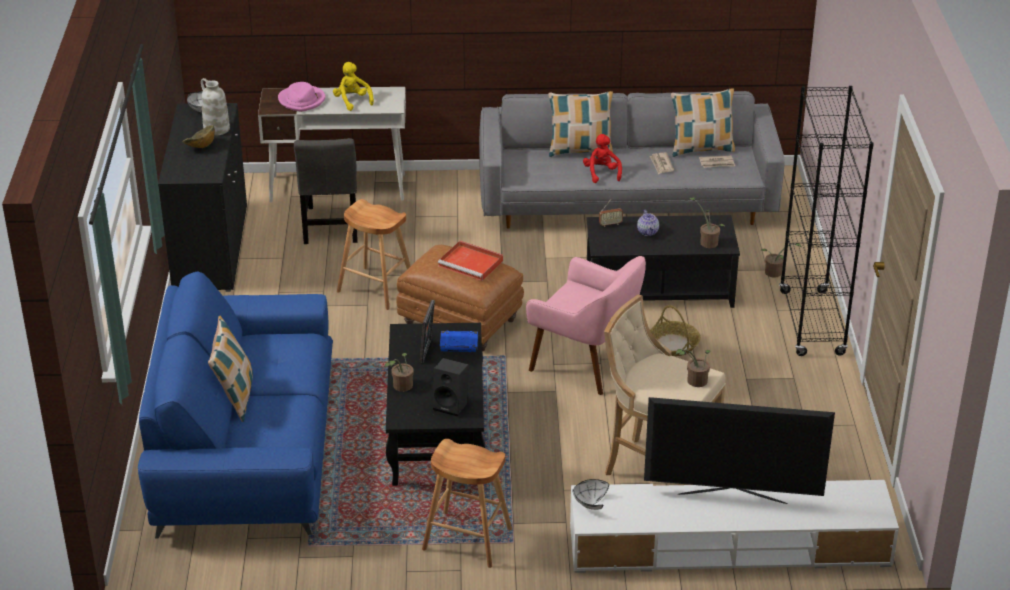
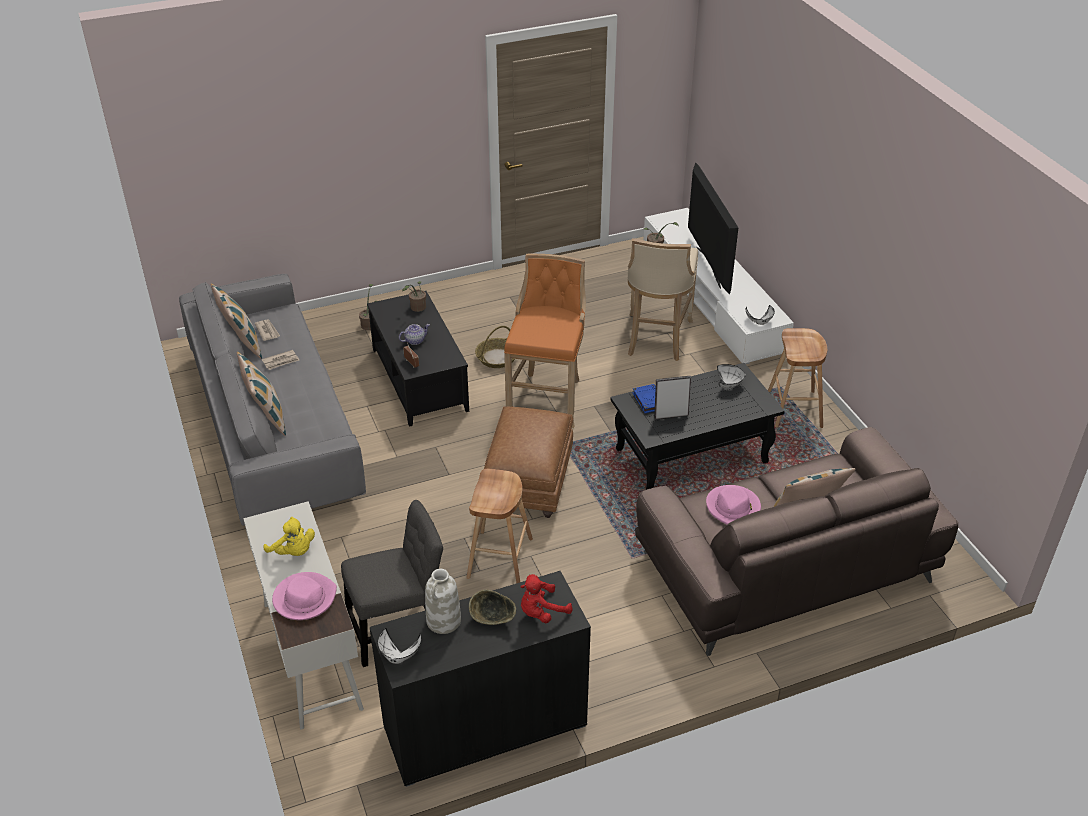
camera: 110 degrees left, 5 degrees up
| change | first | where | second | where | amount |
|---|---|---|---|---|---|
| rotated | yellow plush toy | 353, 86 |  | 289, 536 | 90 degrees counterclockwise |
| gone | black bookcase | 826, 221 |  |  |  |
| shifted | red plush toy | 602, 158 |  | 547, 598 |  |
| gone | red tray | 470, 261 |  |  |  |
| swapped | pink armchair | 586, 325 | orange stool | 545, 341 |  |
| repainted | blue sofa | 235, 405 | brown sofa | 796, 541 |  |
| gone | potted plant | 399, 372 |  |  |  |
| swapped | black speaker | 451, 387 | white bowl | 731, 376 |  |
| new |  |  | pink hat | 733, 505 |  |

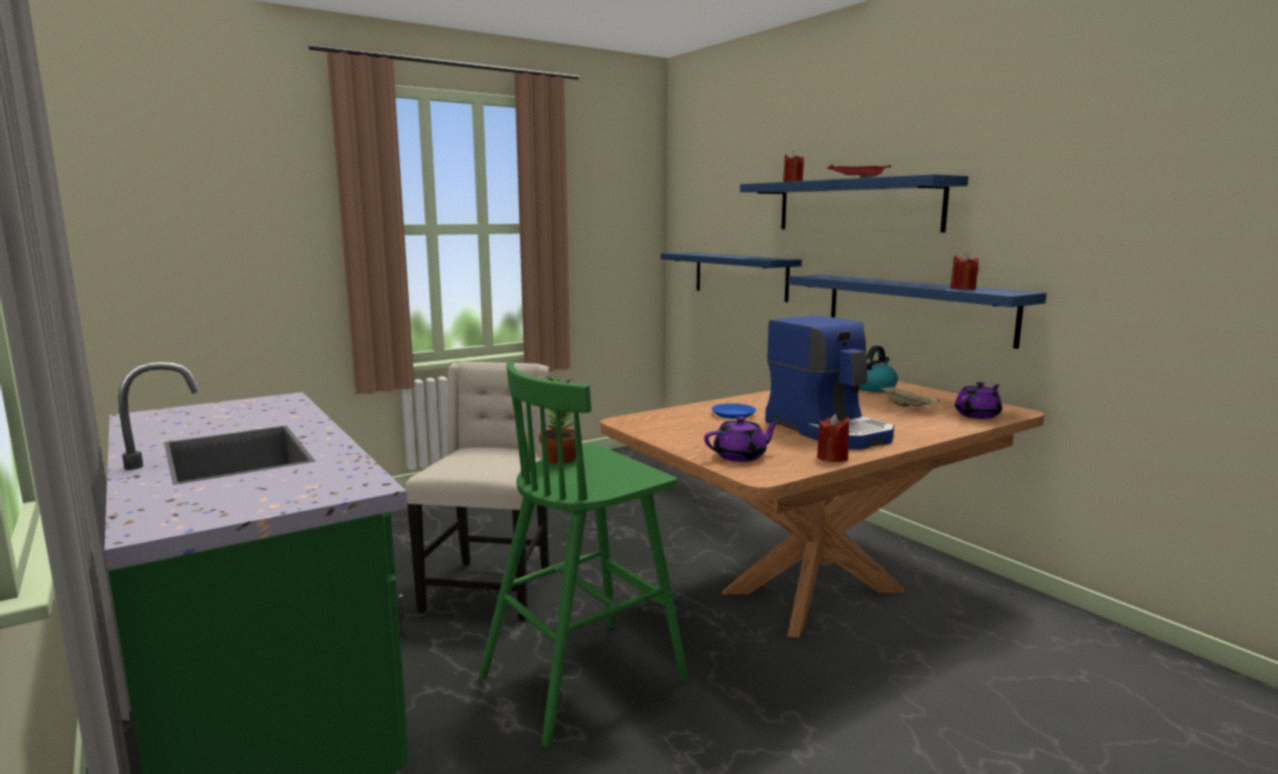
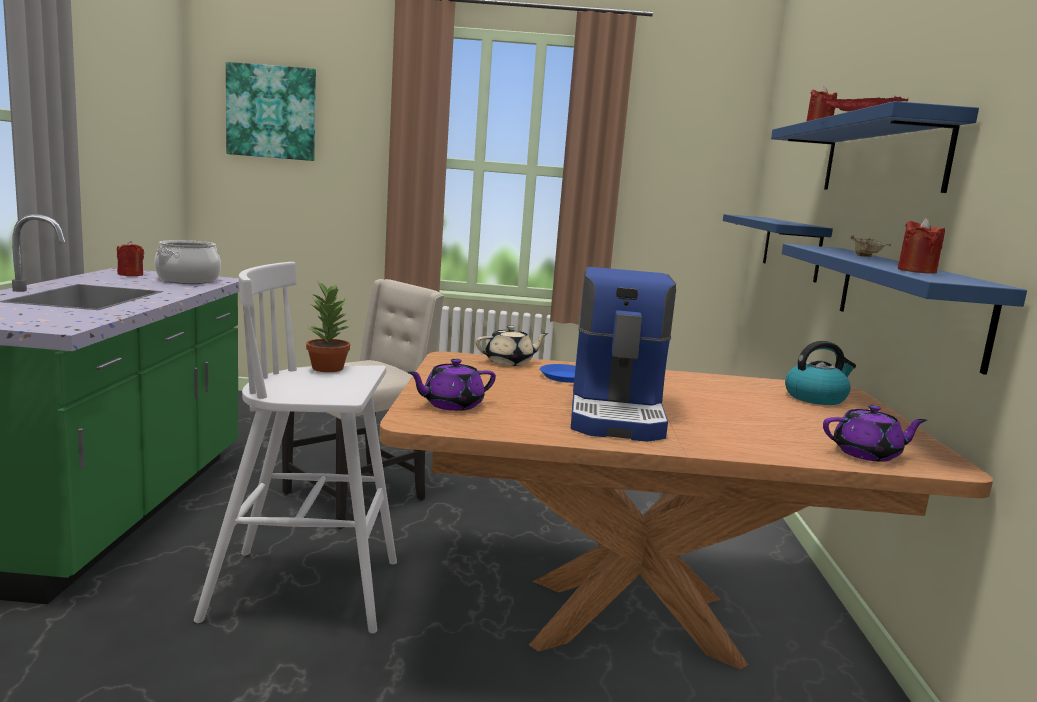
camera: 35 degrees right, 0 degrees up
| change | first | where | second | where | amount |
|---|---|---|---|---|---|
| repainted | green stool | 584, 554 | white stool | 295, 447 |  |
| shifted | beige tray | 910, 396 |  | 871, 246 |  |
| shifted | red candle | 833, 438 |  | 130, 258 |  |
| rotated | purple teapot | 742, 439 |  | 451, 385 | 135 degrees clockwise |
| new |  |  | picture | 271, 111 |  |
| new |  |  | cooking pot | 187, 262 |  |
| new |  |  | beige teapot | 512, 345 |  |

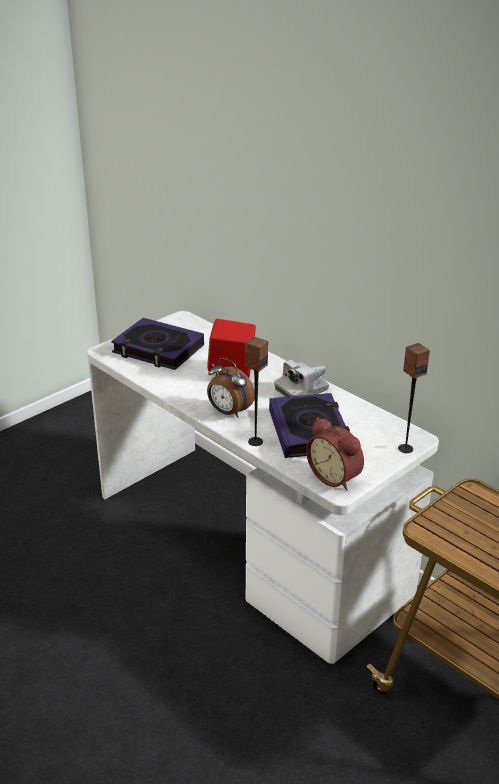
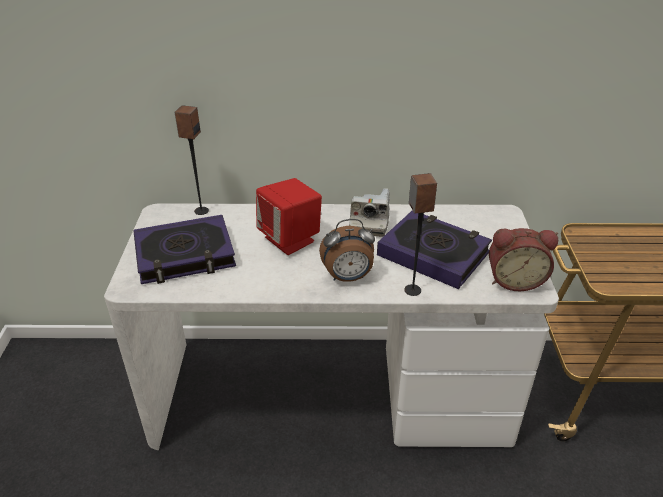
camera: 45 degrees left, 5 degrees up
| change | first | where | second | where | amount |
|---|---|---|---|---|---|
| shifted | speaker | 414, 398 |  | 191, 160 |  |

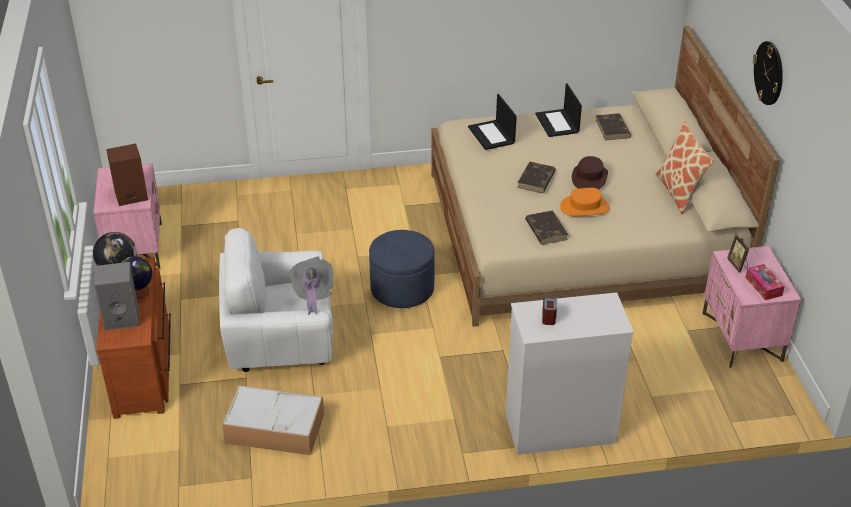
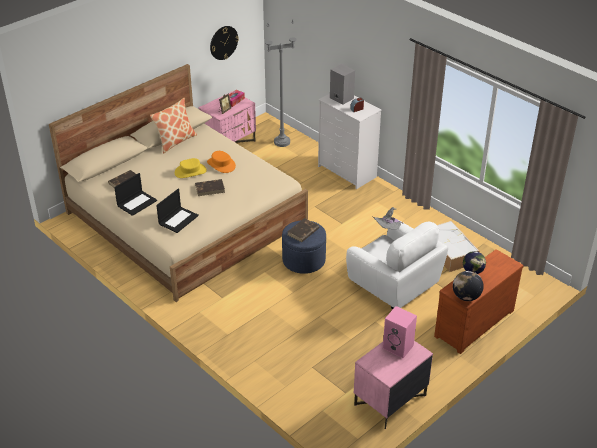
camera: 125 degrees left, 0 degrees up
| change | first | where | second | where | amount |
|---|---|---|---|---|---|
| shifted | wall clock | 768, 73 |  | 224, 43 |  |
| repainted | brown speaker | 127, 175 | pink speaker | 400, 332 |  |
| repainted | brown hat | 590, 173 | yellow hat | 191, 168 |  |
| shifted | brown book | 546, 227 |  | 303, 230 |  |
| shifted | grey speaker | 116, 296 |  | 342, 84 |  |
| new |  |  | grey floor lamp | 281, 83 |  |

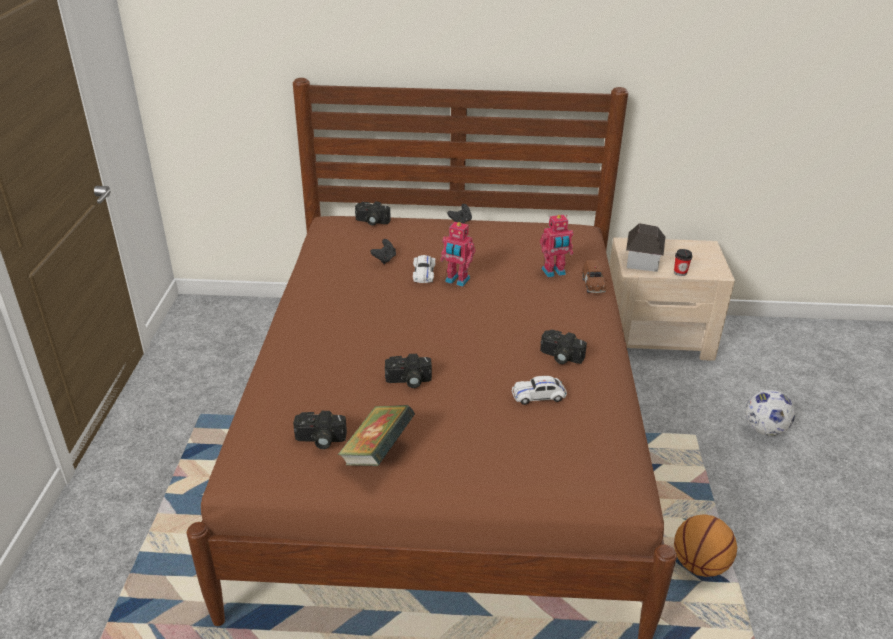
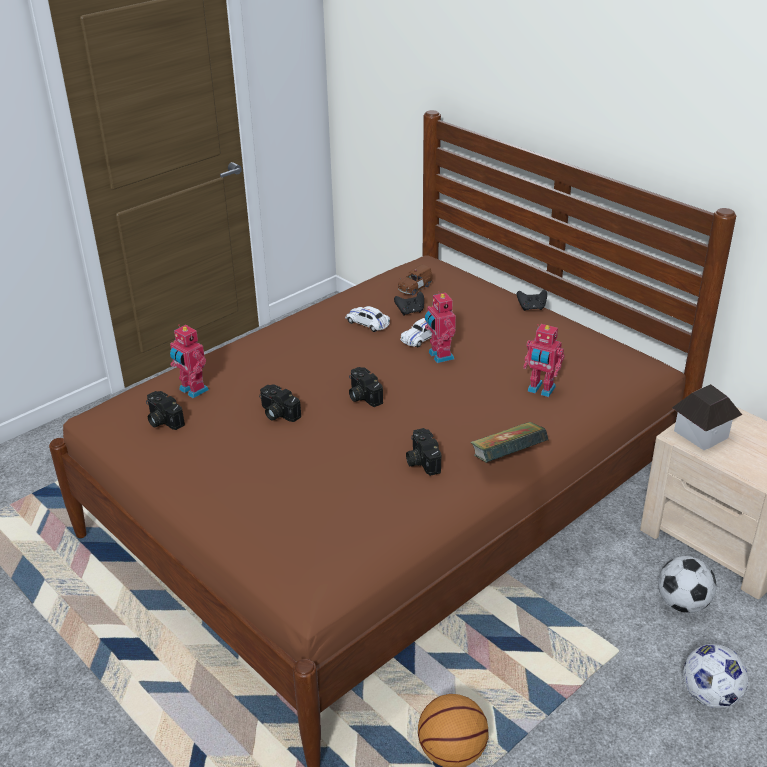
camera: 45 degrees right, 0 degrees up
| change | first | where | second | where | amount |
|---|---|---|---|---|---|
| shifted | photo camera | 373, 213 |  | 366, 387 |  |
| gone | cup | 683, 262 |  |  |  |
| shifted | brown toy car | 594, 277 |  | 415, 280 |  |
| shifted | white toy car | 539, 390 |  | 367, 319 |  |
| shifted | book | 376, 435 |  | 509, 442 |  |
| new |  |  | toy robot | 189, 361 |  |
| new |  |  | football | 687, 584 |  |

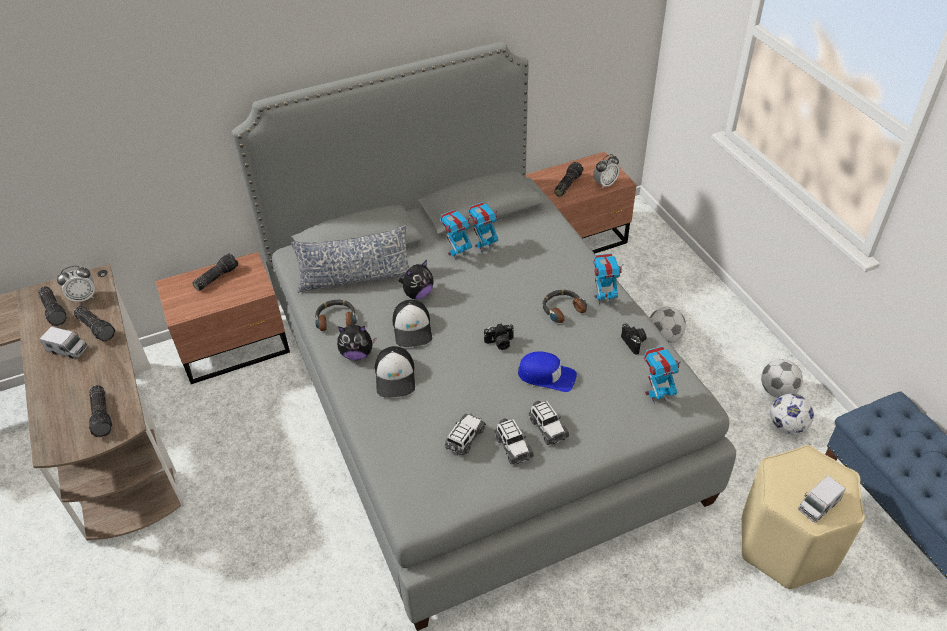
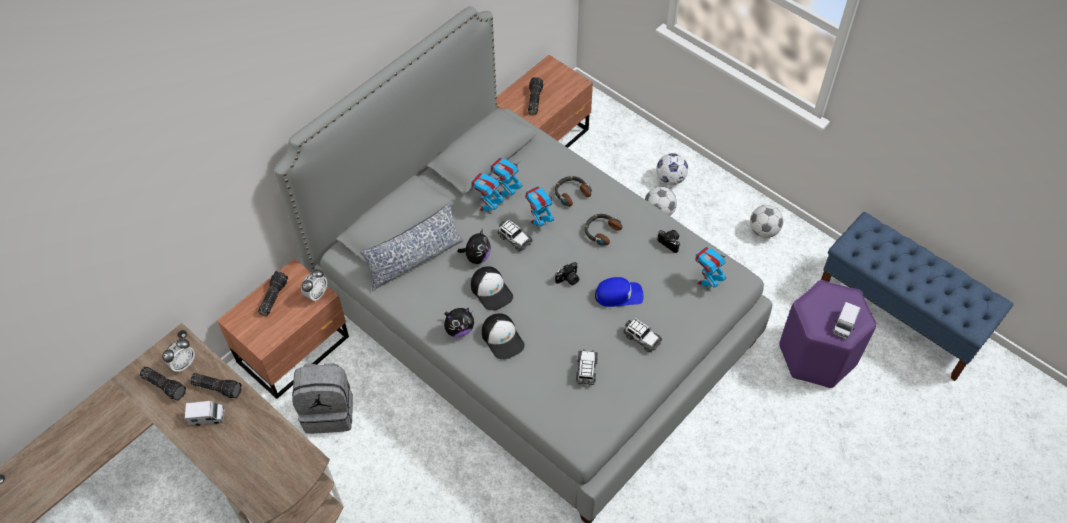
camera: 25 degrees left, 10 degrees up
| change | first | where | second | where | amount |
|---|---|---|---|---|---|
| shifted | alarm clock | 606, 171 |  | 314, 285 |  |
| shifted | toy robot | 608, 279 |  | 539, 207 |  |
| shifted | headphones | 336, 315 |  | 573, 191 |  |
| gone | flashlight | 100, 411 |  |  |  |
| shifted | football | 792, 414 |  | 672, 169 |  |
| shifted | toy car | 514, 441 |  | 515, 235 |  |
| repainted | beige stool | 803, 517 | purple stool | 828, 334 |  |
| new |  |  | grey backpack | 322, 399 |  |

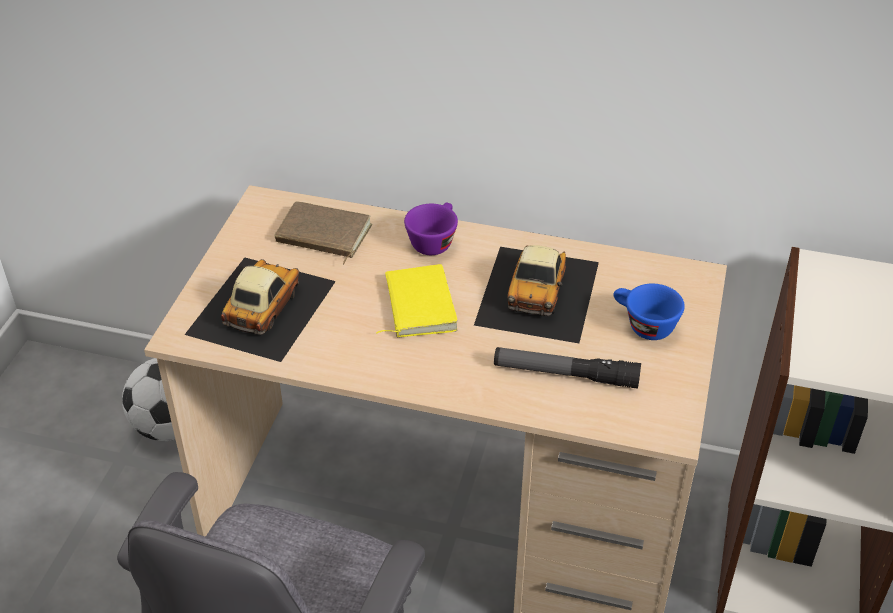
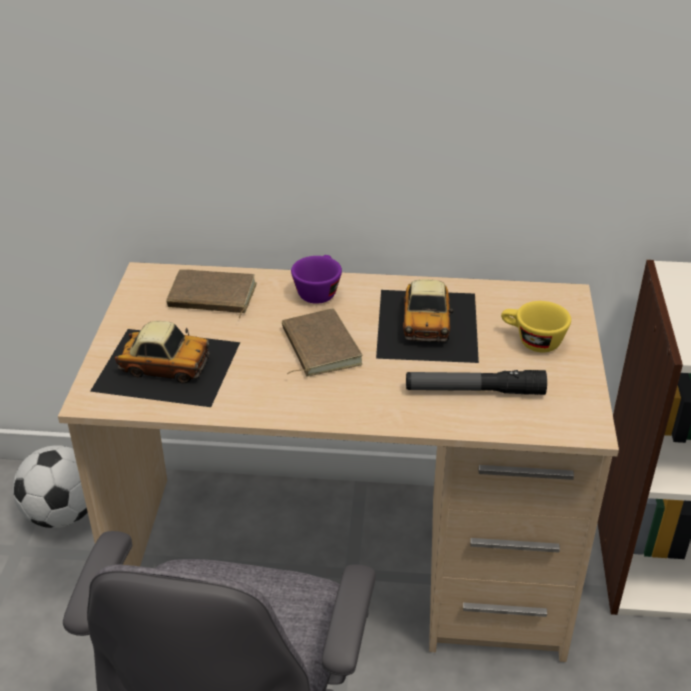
camera: 10 degrees left, 5 degrees down
| change | first | where | second | where | amount |
|---|---|---|---|---|---|
| rotated | toy car | 260, 310 |  | 165, 364 | 90 degrees clockwise |
| repainted | yellow book | 417, 300 | brown book | 322, 342 |  |
| repainted | blue cup | 649, 312 | yellow cup | 536, 326 |  |

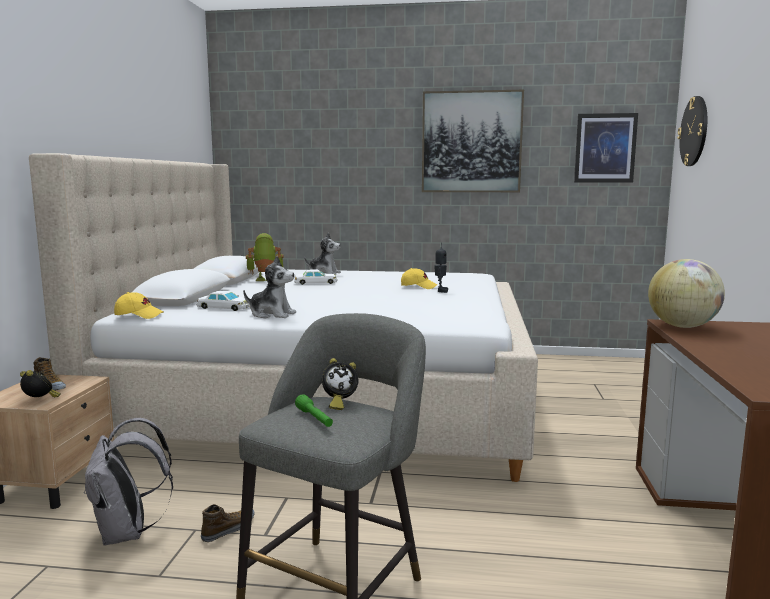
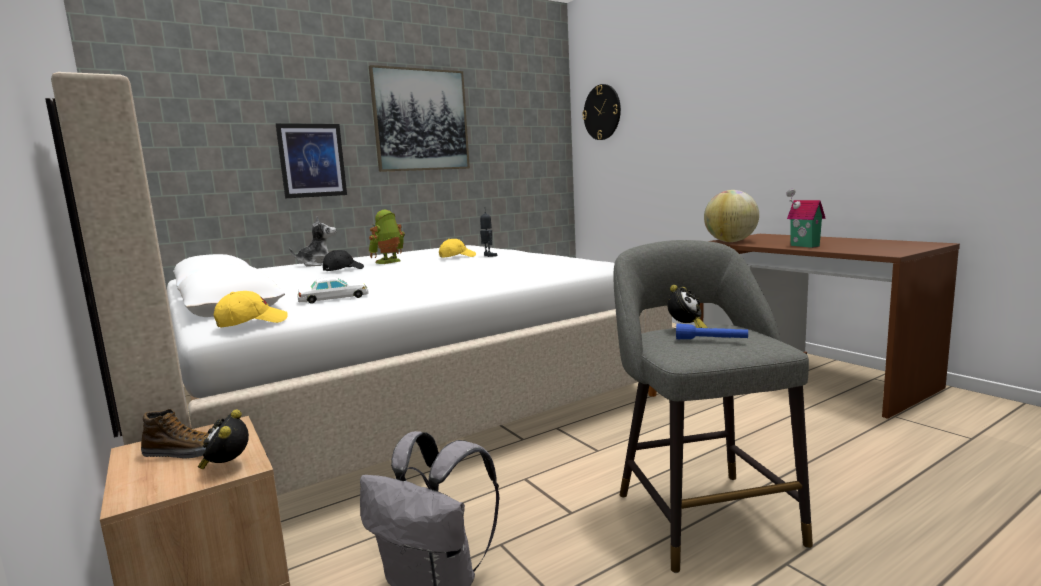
camera: 40 degrees left, 0 degrees up
| change | first | where | second | where | amount |
|---|---|---|---|---|---|
| shifted | picture | 606, 148 |  | 311, 160 |  |
| shifted | toy robot | 265, 257 |  | 387, 237 |  |
| gone | plush toy | 269, 287 |  |  |  |
| swapped | white toy car | 315, 277 | black cap | 343, 260 |  |
| rotated | alarm clock | 40, 383 |  | 223, 439 | 90 degrees counterclockwise |
| repainted | green flashlight | 314, 410 | blue flashlight | 712, 331 |  |
| gone | shoe | 228, 523 |  |  |  |
| new |  |  | toy house | 806, 218 |  |

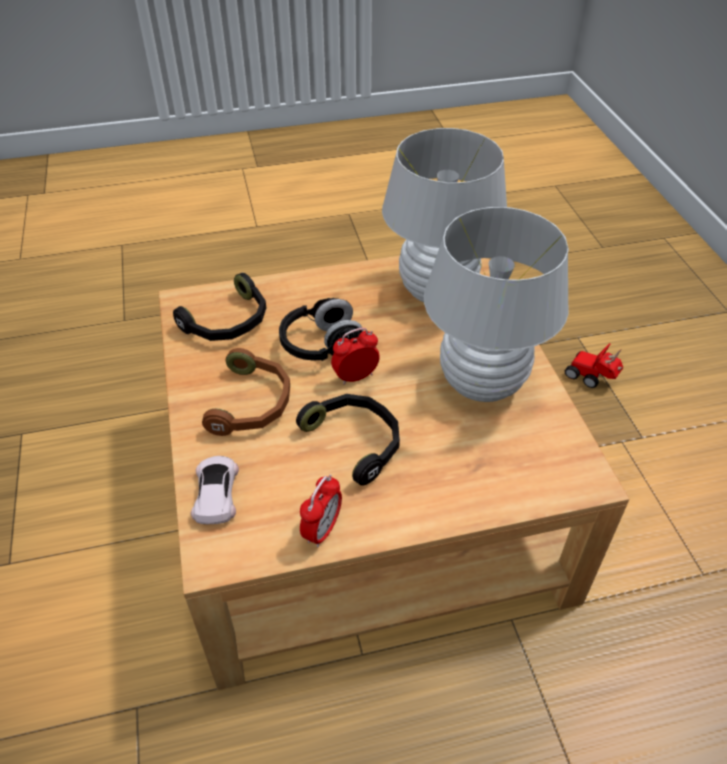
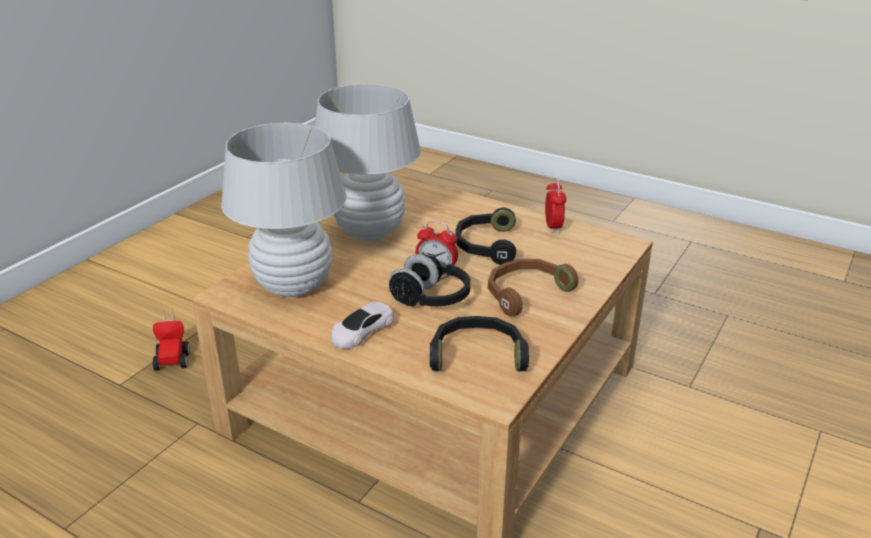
camera: 135 degrees left, 15 degrees down
| change | first | where | second | where | amount |
|---|---|---|---|---|---|
| shifted | white toy car | 215, 490 |  | 362, 325 |  |
| rotated | alarm clock | 321, 510 |  | 555, 205 | 105 degrees clockwise |

